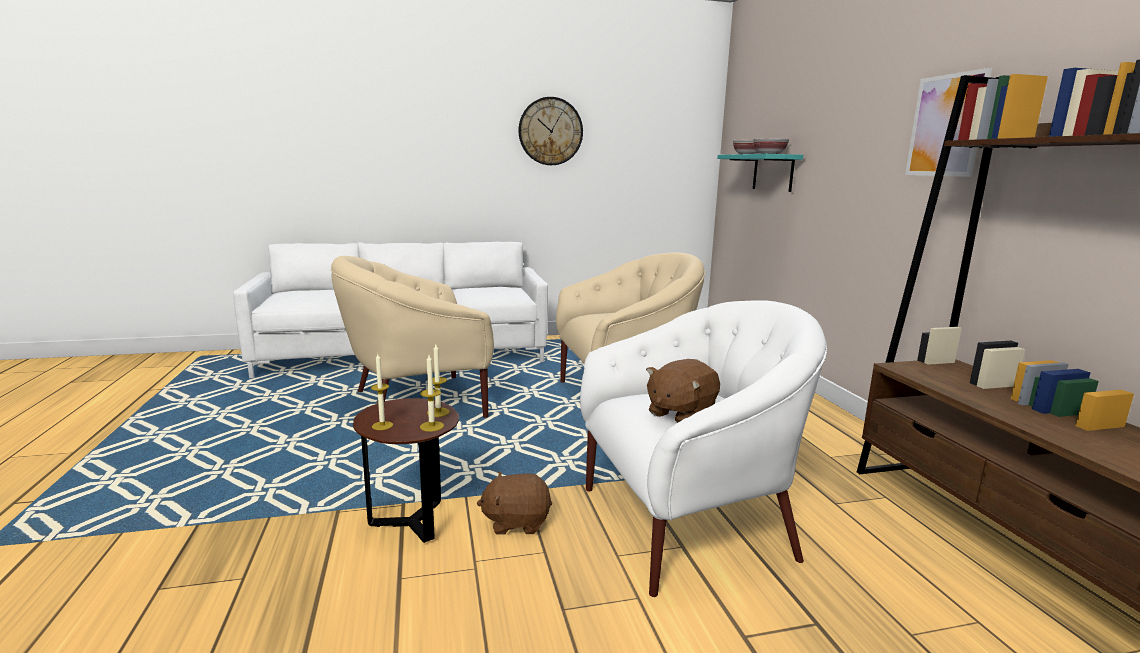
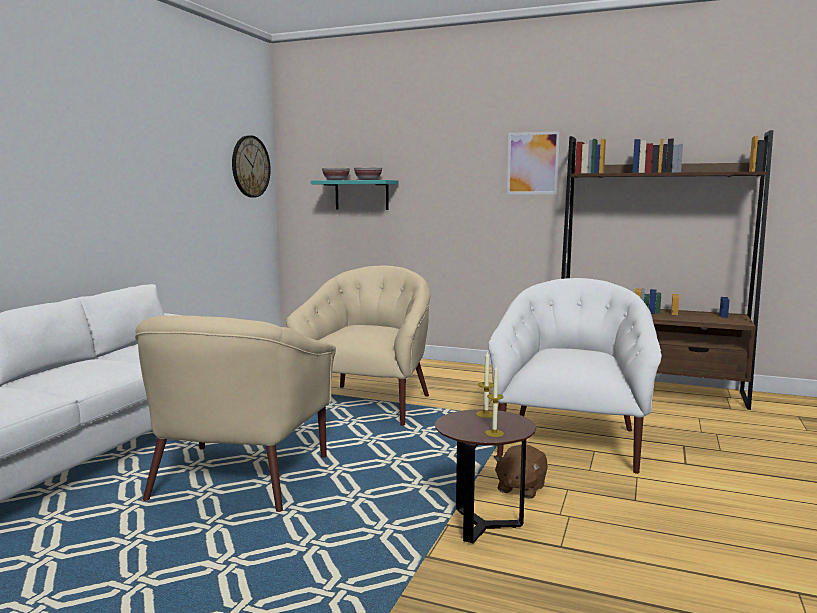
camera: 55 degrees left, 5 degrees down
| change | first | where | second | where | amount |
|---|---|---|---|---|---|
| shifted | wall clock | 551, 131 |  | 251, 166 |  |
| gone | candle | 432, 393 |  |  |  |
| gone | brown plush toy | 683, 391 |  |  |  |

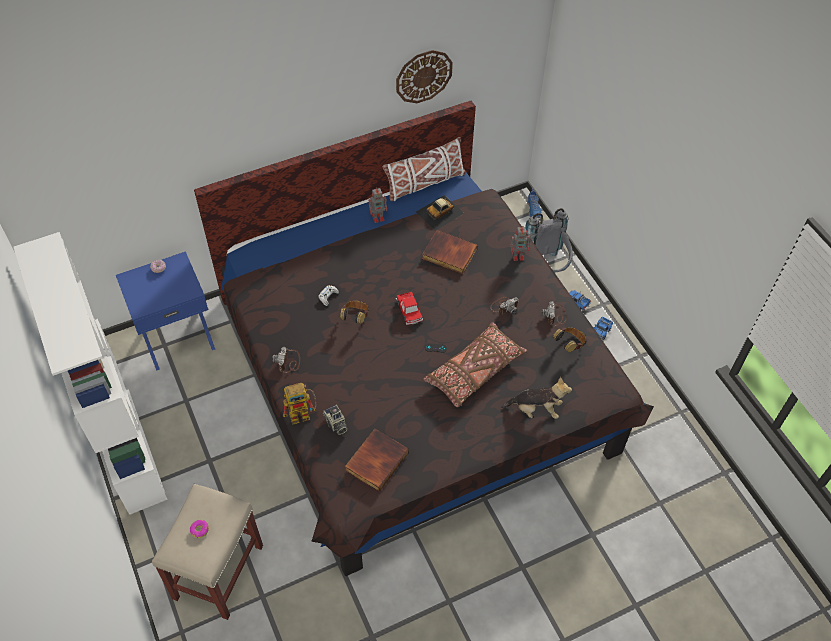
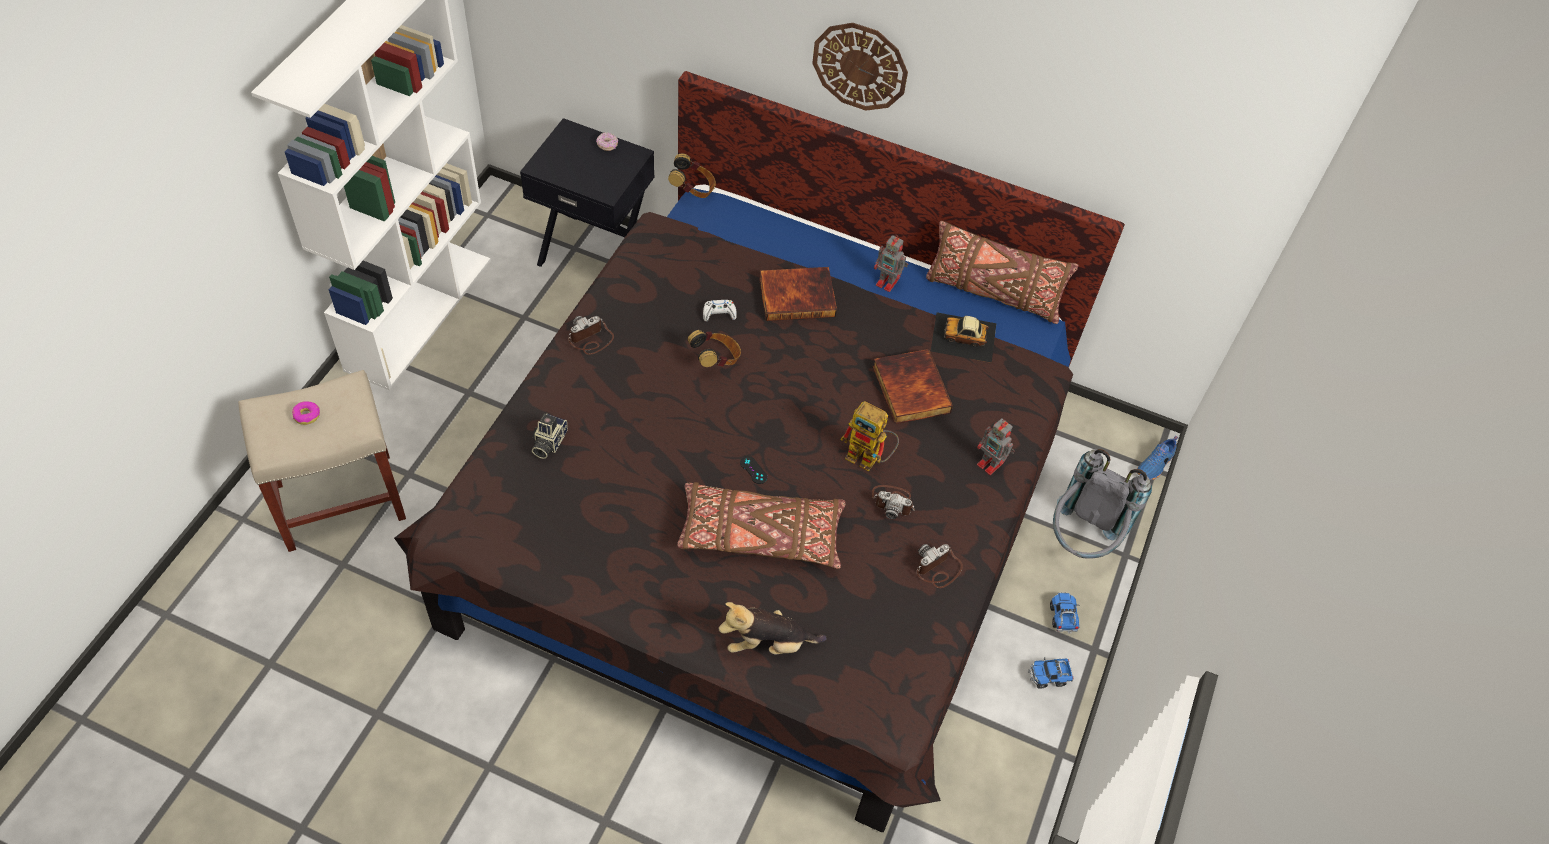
camera: 45 degrees right, 0 degrees up
| change | first | where | second | where | amount |
|---|---|---|---|---|---|
| shifted | wall clock | 424, 76 |  | 860, 67 |  |
| repainted | white pillow | 424, 169 | brown pillow | 1002, 272 |  |
| repainted | blue nightstand | 165, 311 | black nightstand | 587, 192 |  |
| gone | toy car | 409, 308 |  |  |  |
| shifted | headphones | 569, 339 |  | 692, 176 |  |
| rotated | plush toy | 536, 398 |  | 773, 628 | 120 degrees clockwise |
| shifted | toy robot | 299, 404 |  | 869, 436 |  |
| shifted | book | 377, 460 |  | 798, 294 |  |

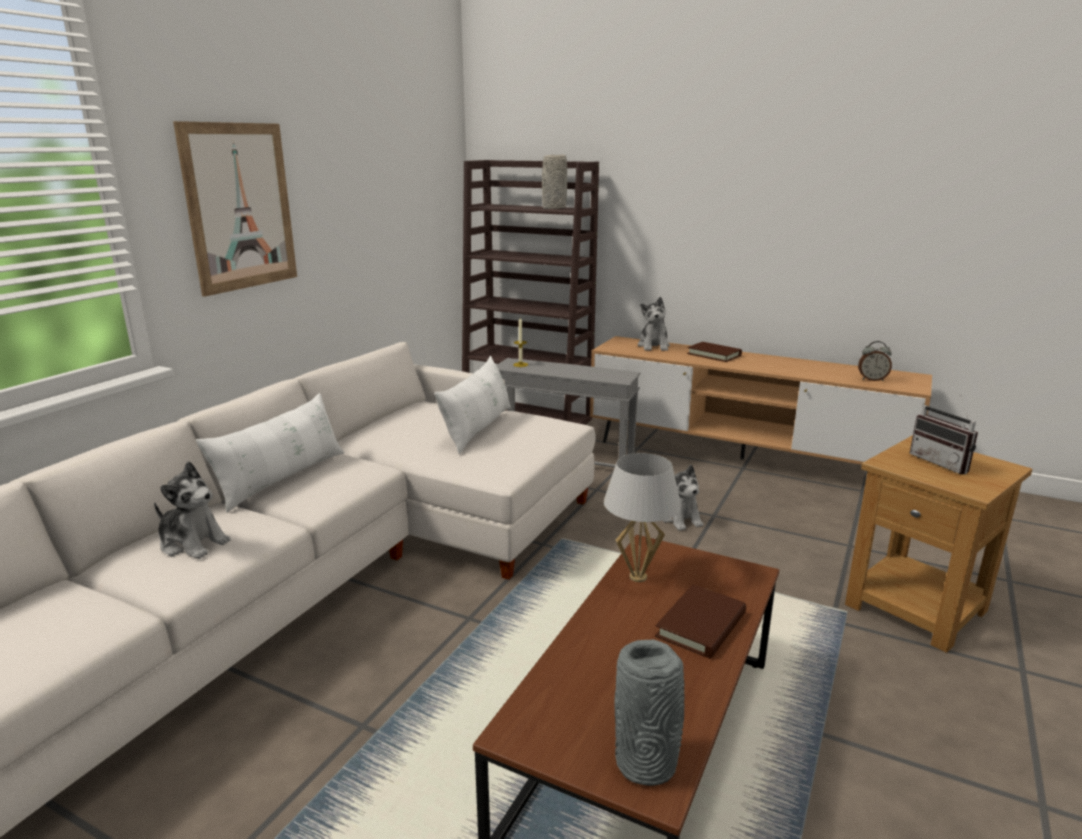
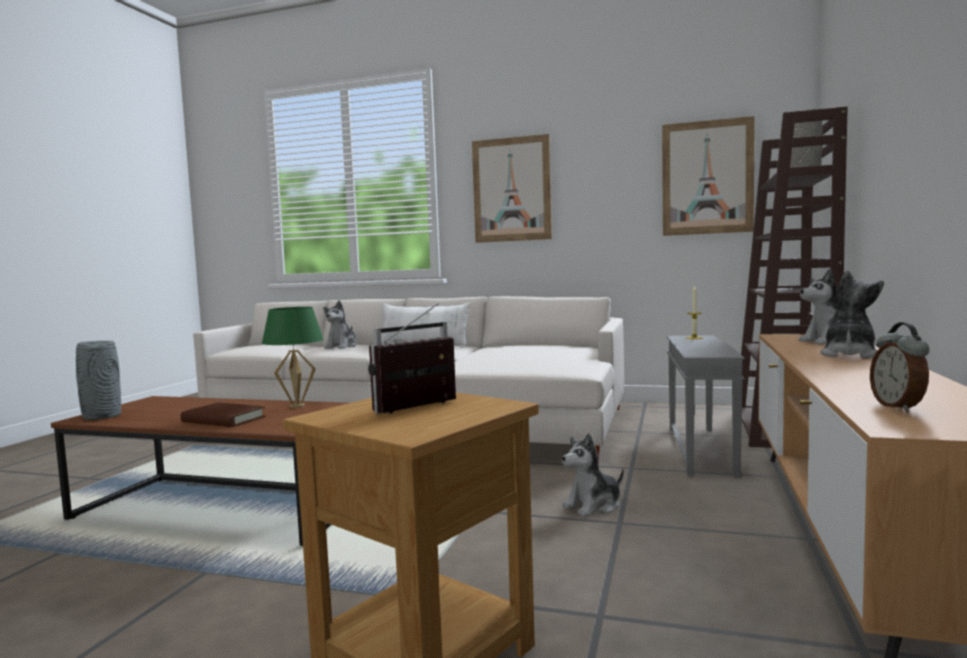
camera: 80 degrees right, 15 degrees down
| change | first | where | second | where | amount |
|---|---|---|---|---|---|
| swapped | brown book | 714, 352 | plush toy | 852, 314 |  |
| gone | white pillow | 472, 405 |  |  |  |
| repainted | white table lamp | 642, 517 | green table lamp | 292, 357 |  |
| new |  |  | picture | 708, 176 |  |

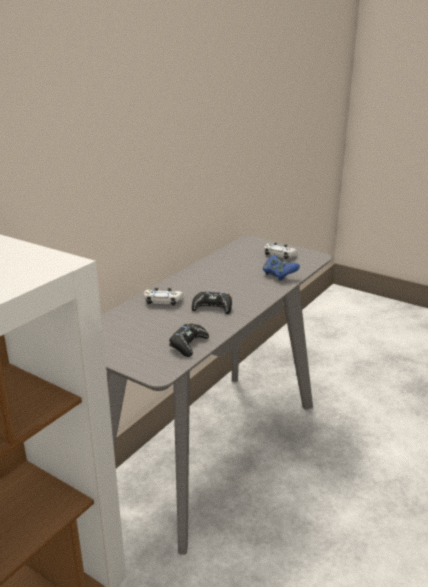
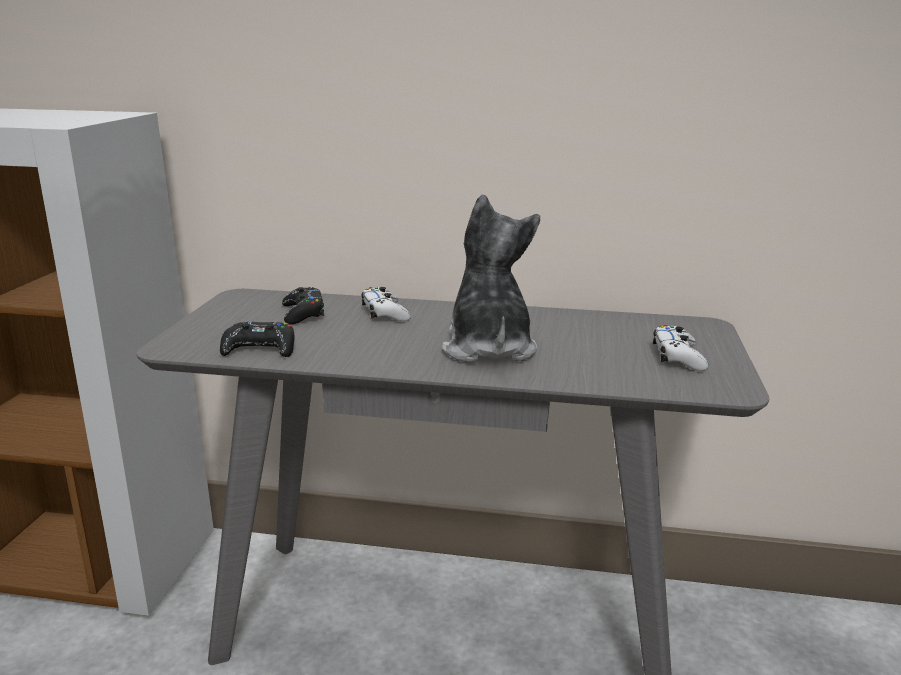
camera: 65 degrees right, 5 degrees down
| change | first | where | second | where | amount |
|---|---|---|---|---|---|
| gone | blue game controller | 281, 268 |  |  |  |
| shifted | black game controller | 212, 303 |  | 303, 306 |  |
| new |  |  | plush toy | 491, 278 |  |

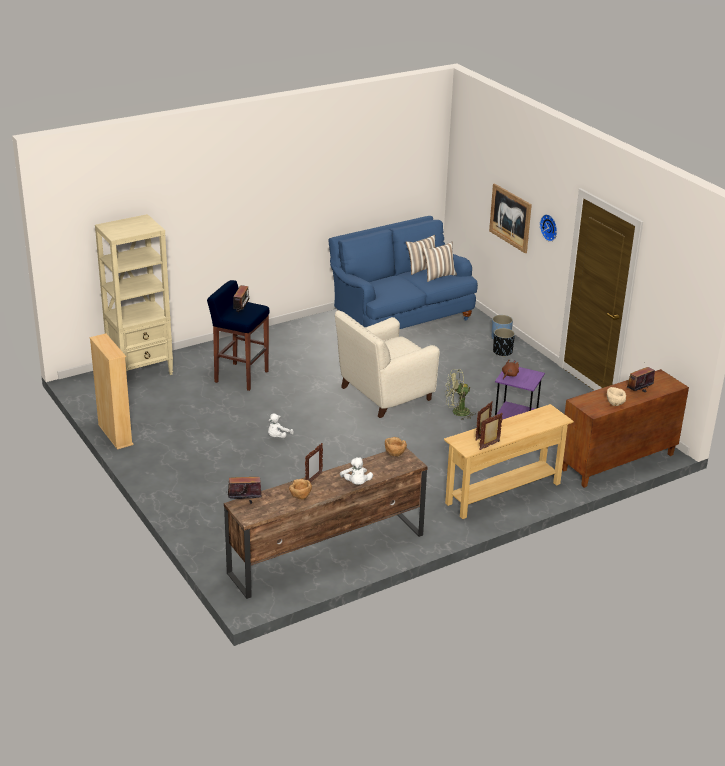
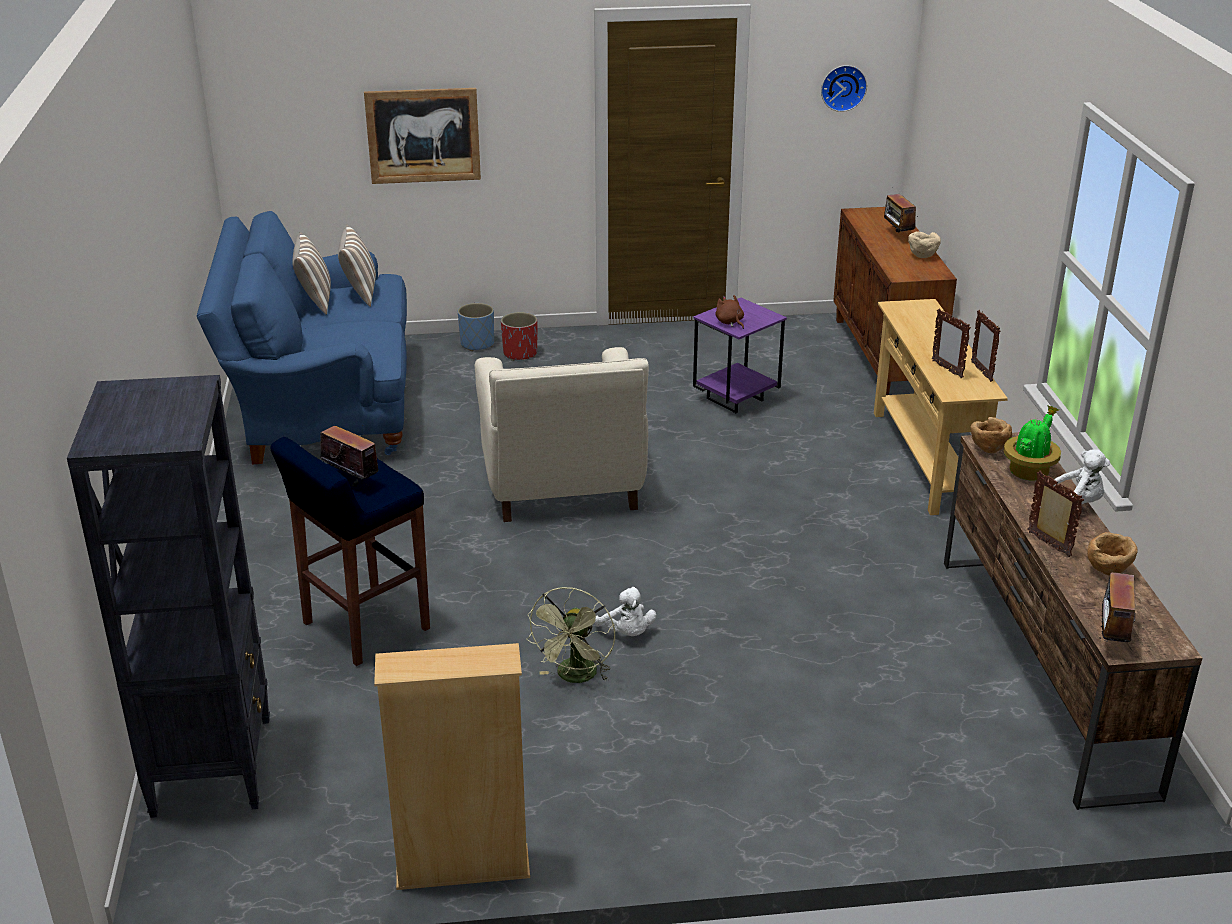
camera: 65 degrees left, 0 degrees up
| change | first | where | second | where | amount |
|---|---|---|---|---|---|
| repainted | beige bookcase | 134, 294 | black bookcase | 168, 596 |  |
| shifted | wall clock | 548, 228 |  | 844, 88 |  |
| repainted | black planter | 504, 342 | red planter | 519, 336 |  |
| shifted | green fan | 460, 394 |  | 570, 635 |  |
| new |  |  | potted plant | 1032, 443 |  |

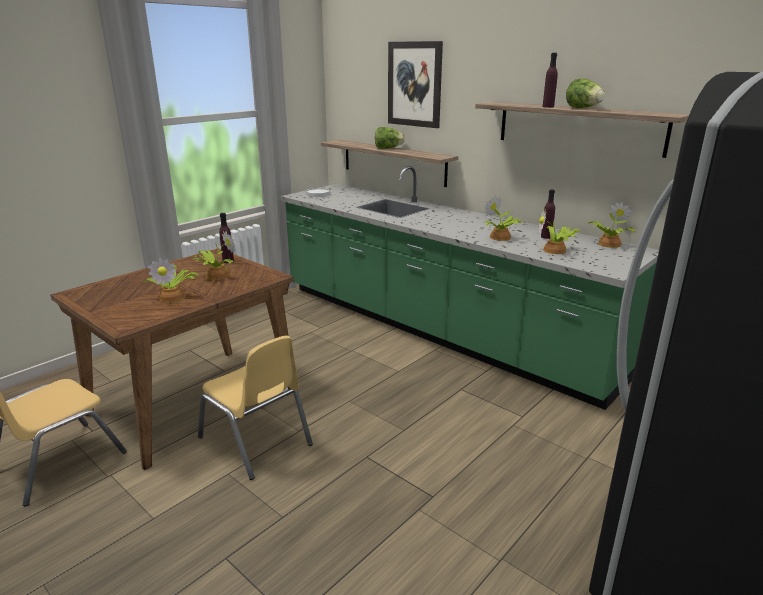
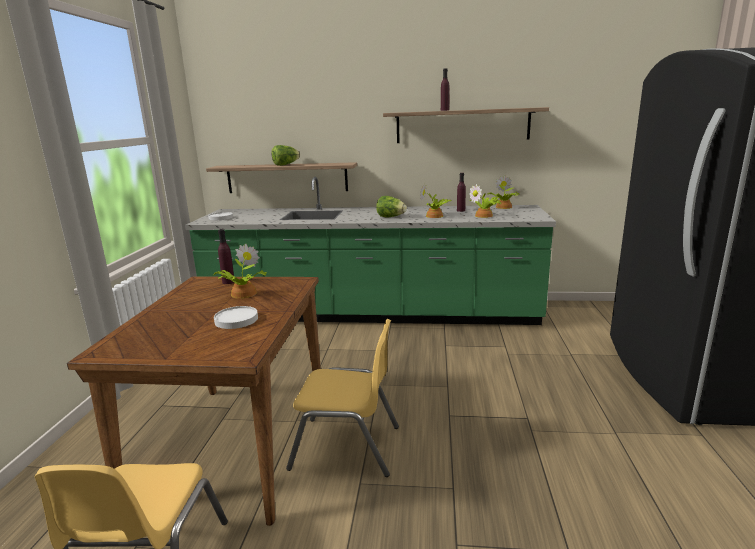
camera: 35 degrees left, 5 degrees down
| change | first | where | second | where | amount |
|---|---|---|---|---|---|
| gone | picture | 415, 84 |  |  |  |
| shifted | lettuce | 585, 93 |  | 391, 206 |  |
| swapped | potted plant | 170, 280 | white plate | 236, 317 |  |

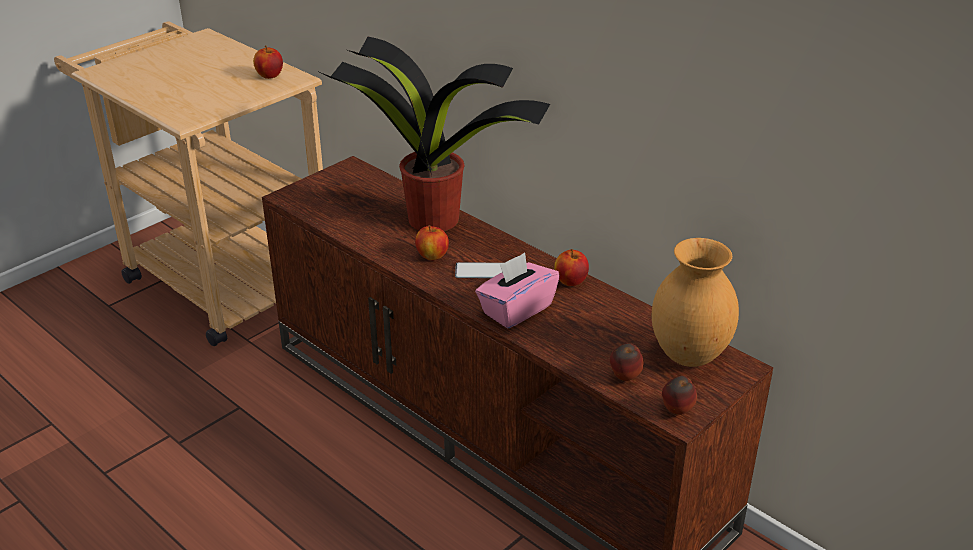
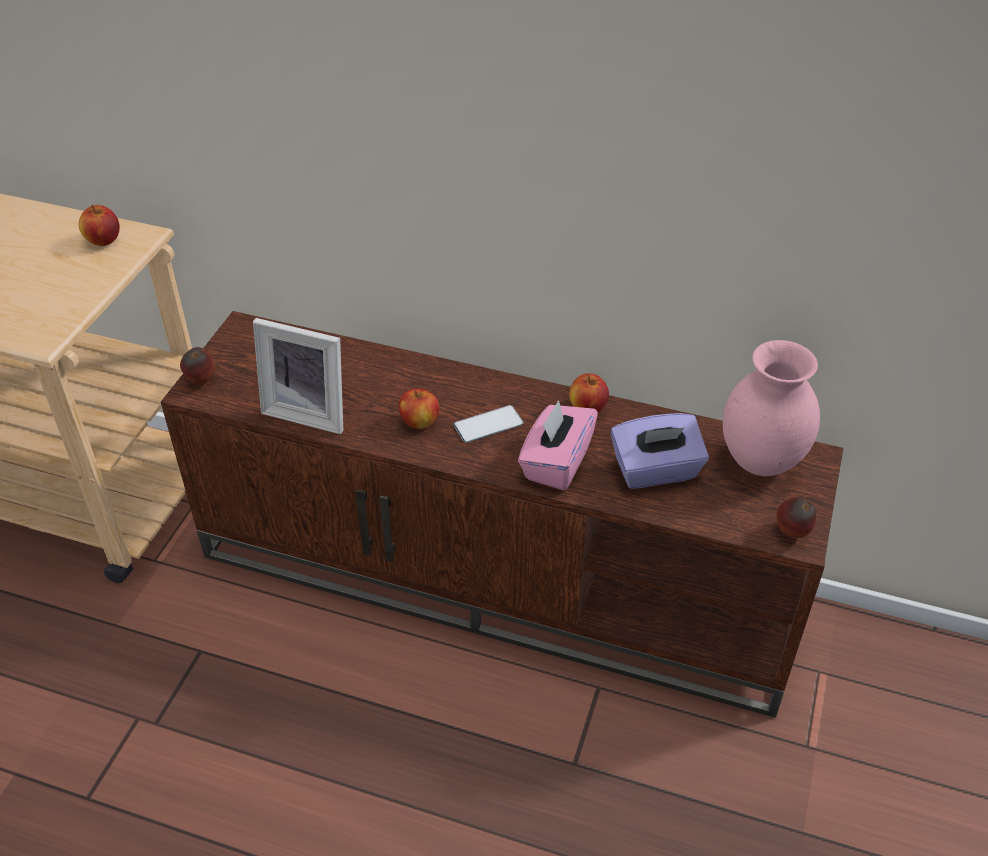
camera: 25 degrees left, 10 degrees up
| change | first | where | second | where | amount |
|---|---|---|---|---|---|
| gone | potted plant | 433, 134 |  |  |  |
| repainted | brown vase | 695, 302 | pink vase | 771, 408 |  |
| shifted | apple | 627, 362 |  | 198, 365 |  |
| new |  |  | picture frame | 298, 376 |  |
| new |  |  | purple tissue box | 659, 451 |  |

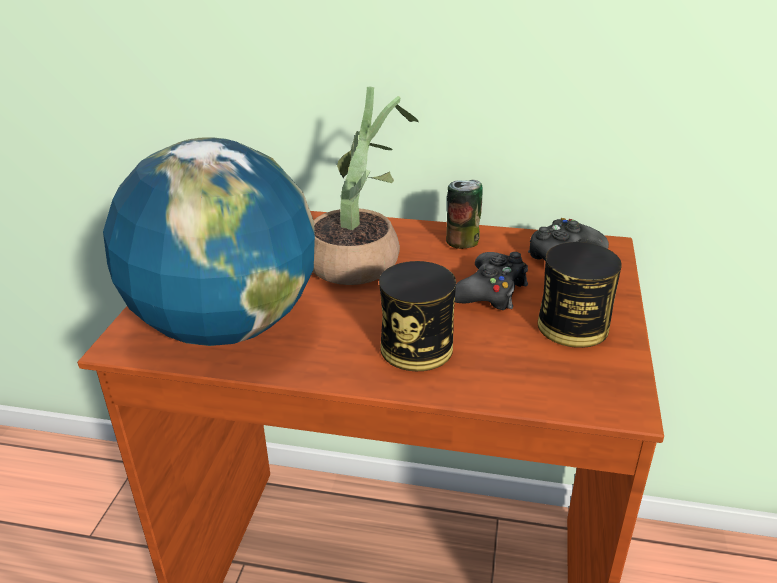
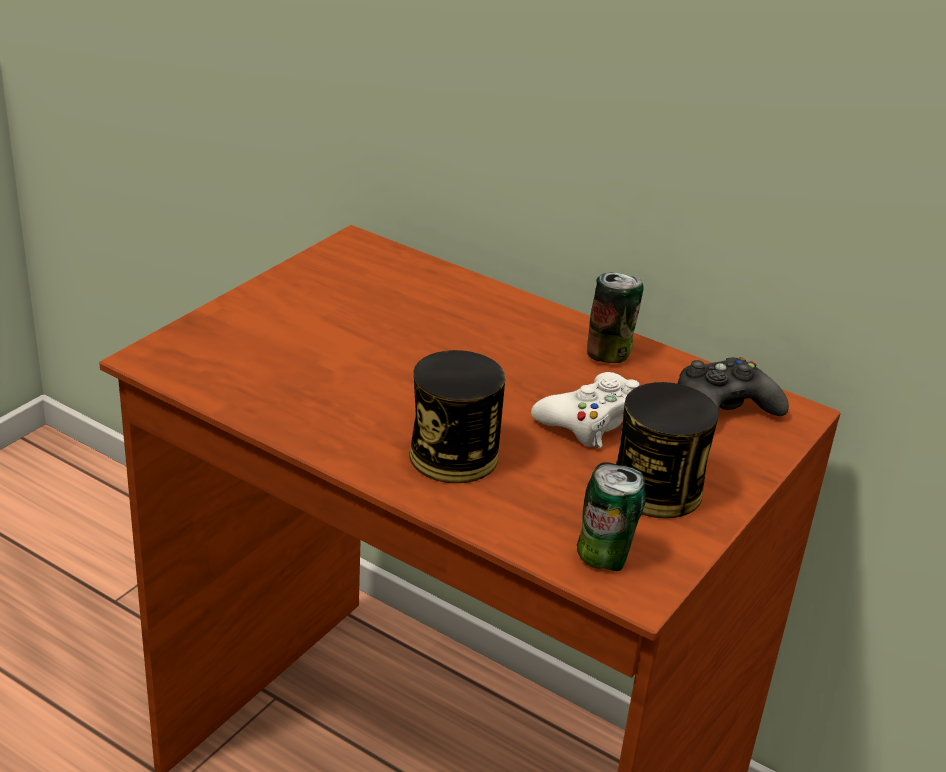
camera: 20 degrees right, 0 degrees up
| change | first | where | second | where | amount |
|---|---|---|---|---|---|
| gone | potted plant | 366, 186 |  |  |  |
| gone | globe | 209, 241 |  |  |  |
| repainted | black game controller | 491, 281 | white game controller | 585, 410 |  |
| new |  |  | can | 611, 516 |  |

